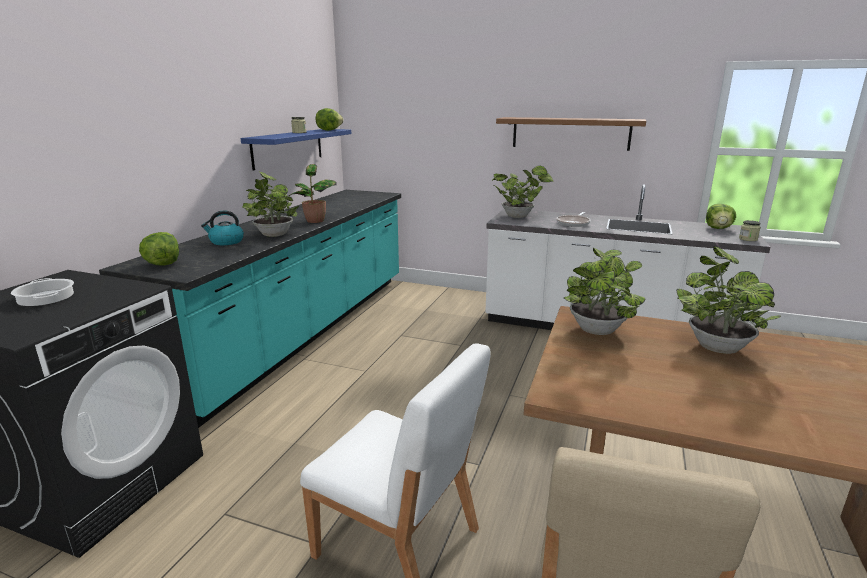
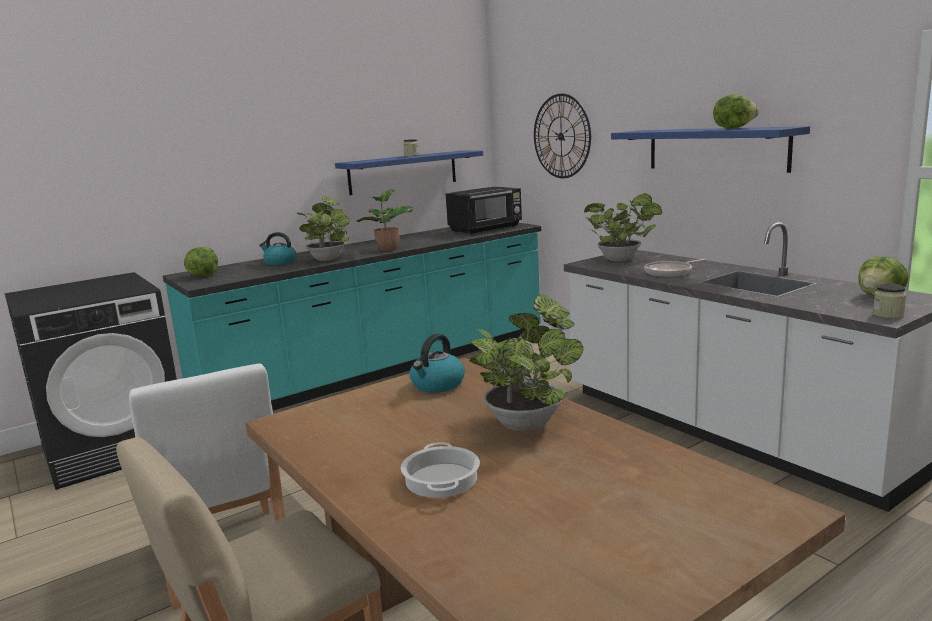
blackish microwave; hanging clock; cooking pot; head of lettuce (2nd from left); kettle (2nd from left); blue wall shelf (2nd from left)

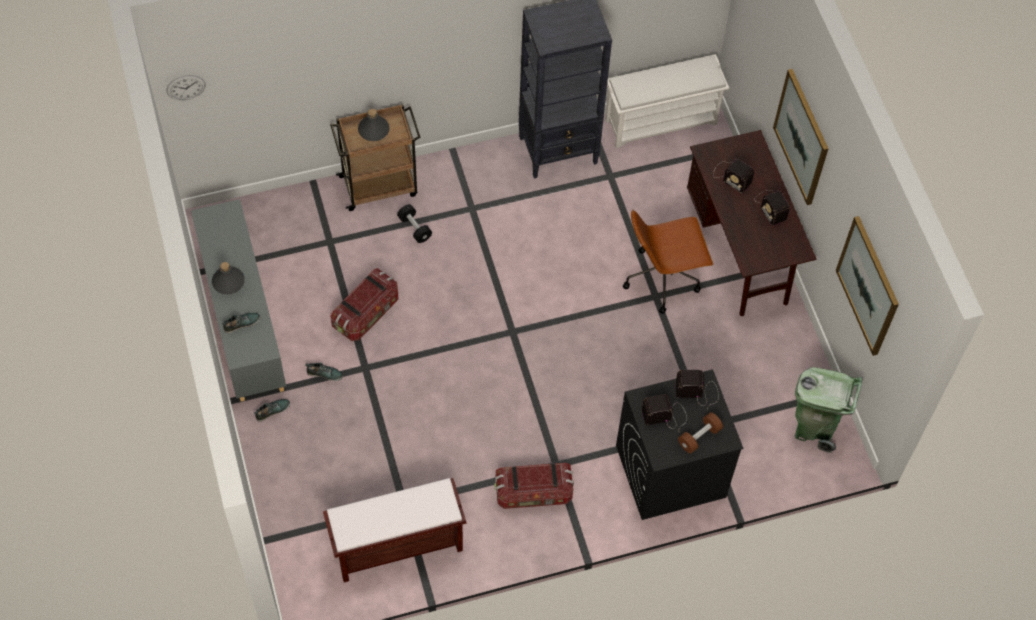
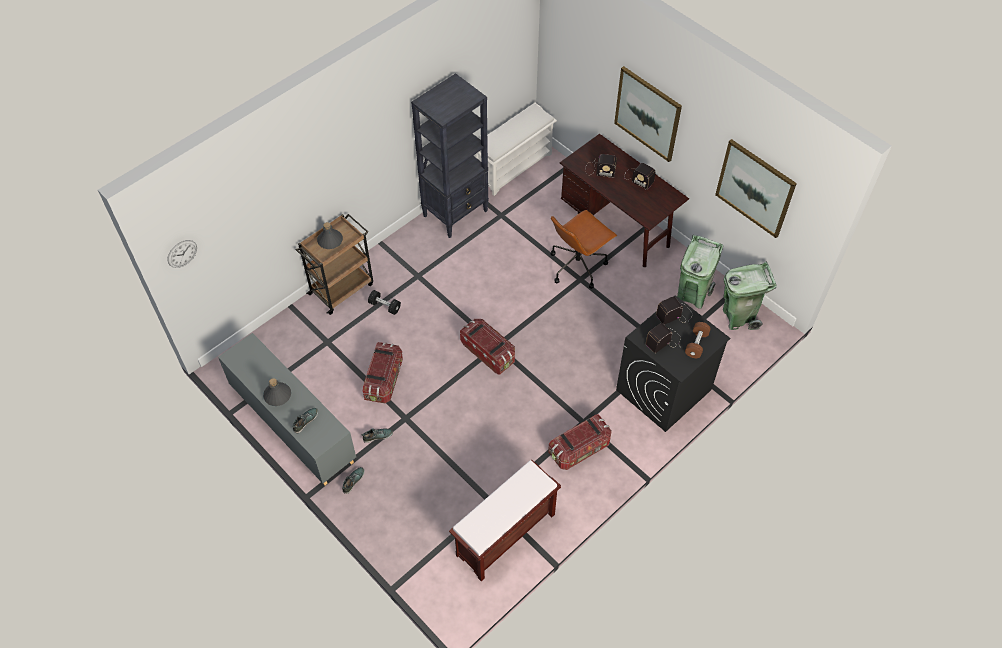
storage container (2nd from left); green rubbish bin (1st from left)

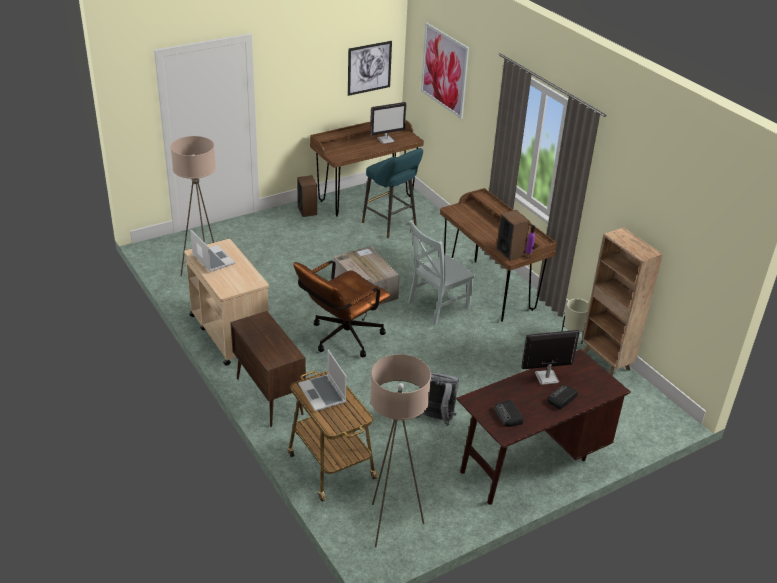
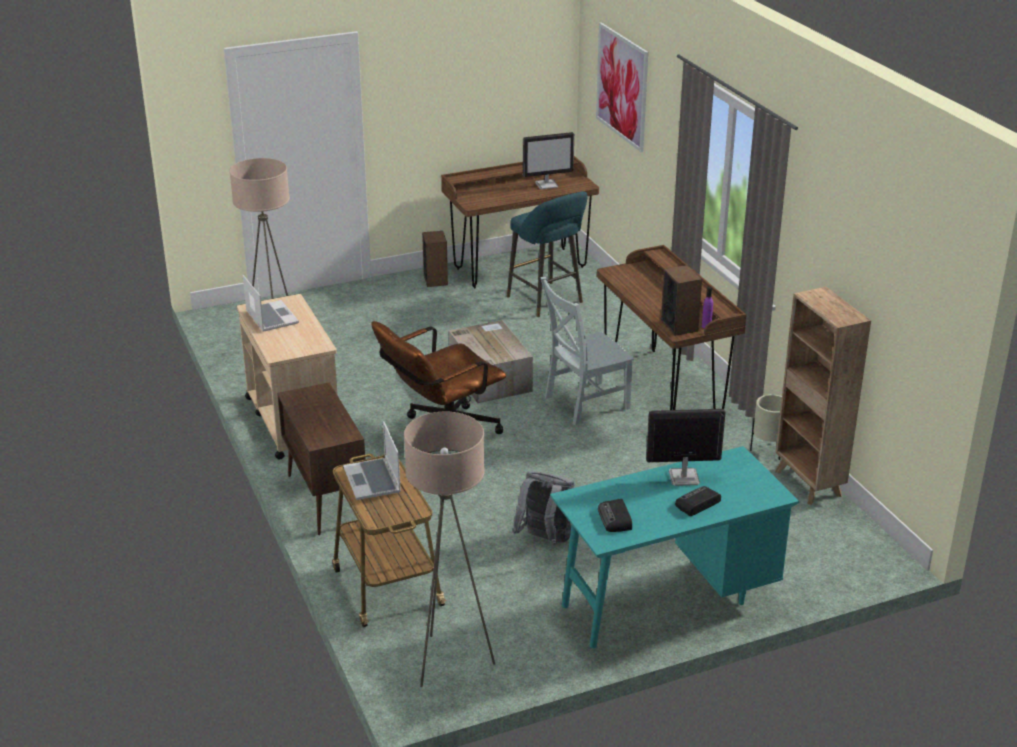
picture (1st from left in the first image); turquoise-coloured desk unit

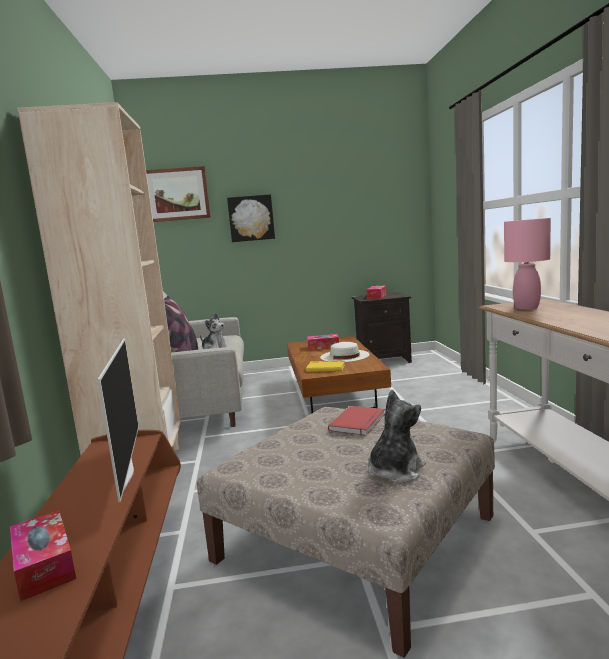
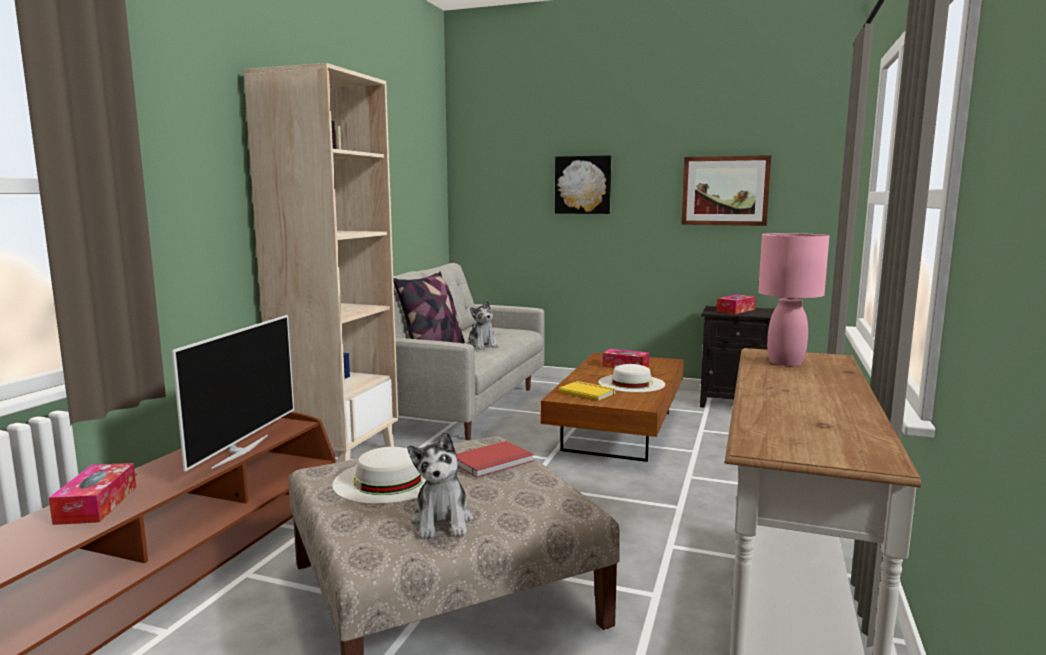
white wearable hat (1st from left); picture (2nd from left); cuddly toy (1st from left)

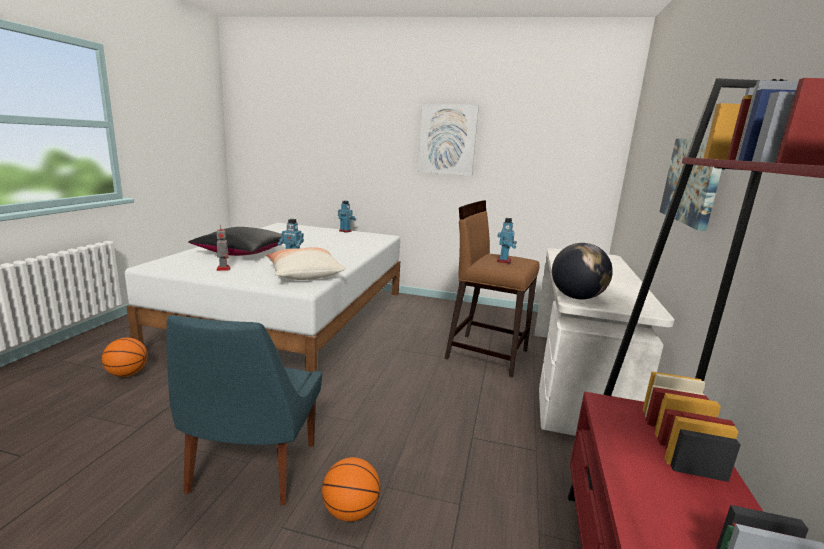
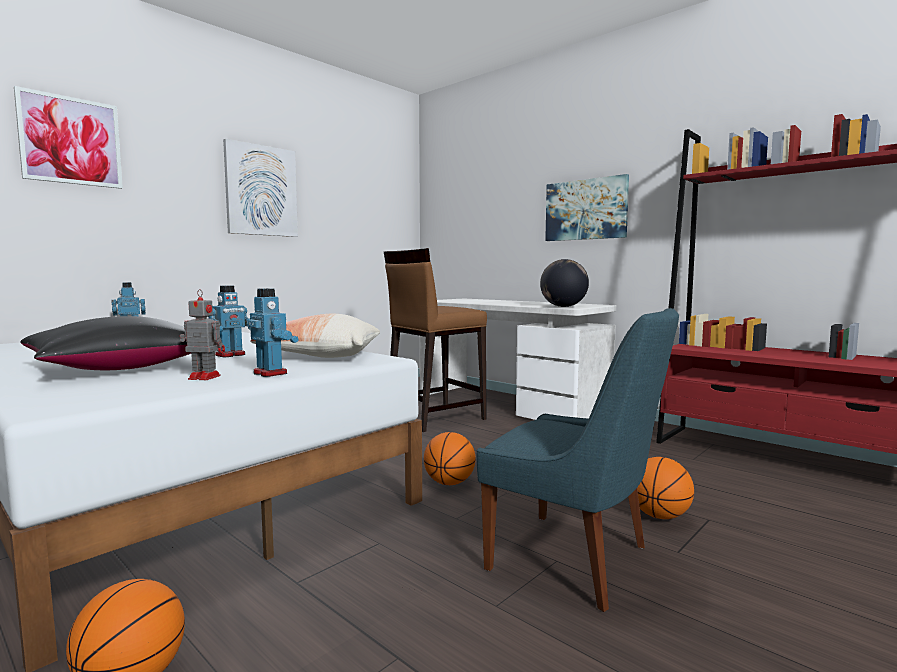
picture (1st from left); ball for basketball (2nd from left); robot figure (4th from left)

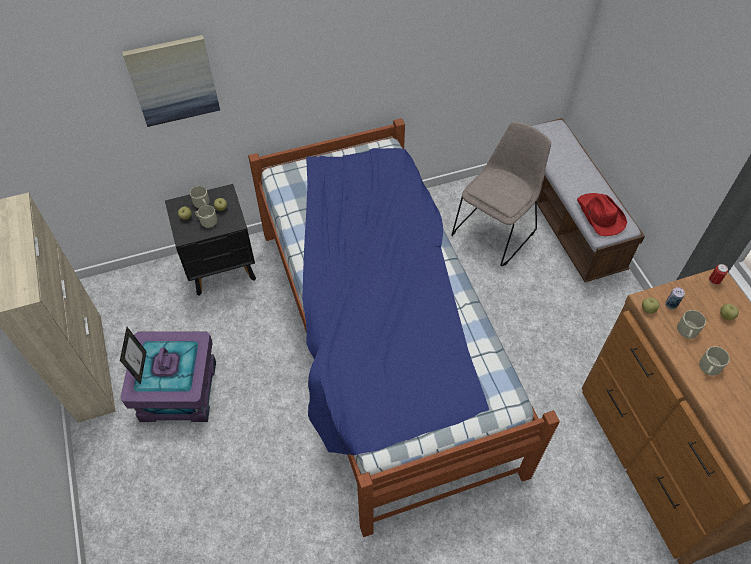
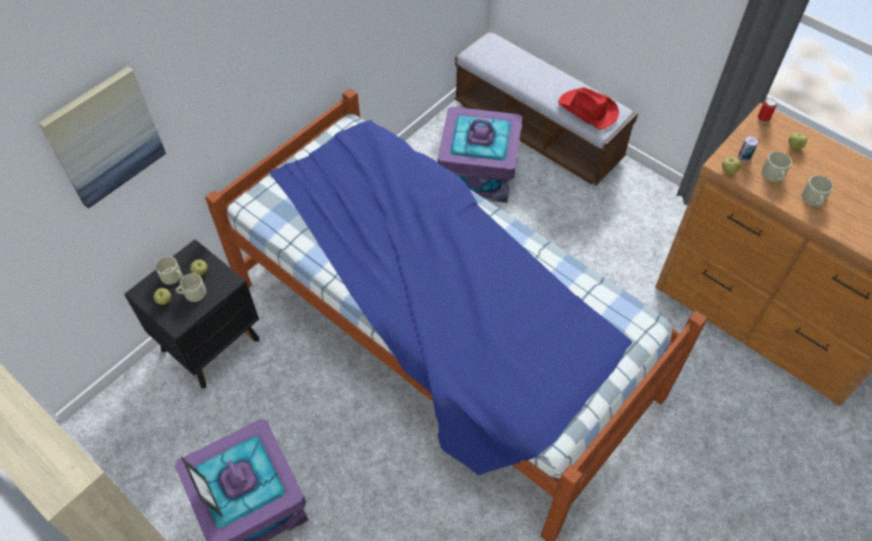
purple storage container (2nd from left)

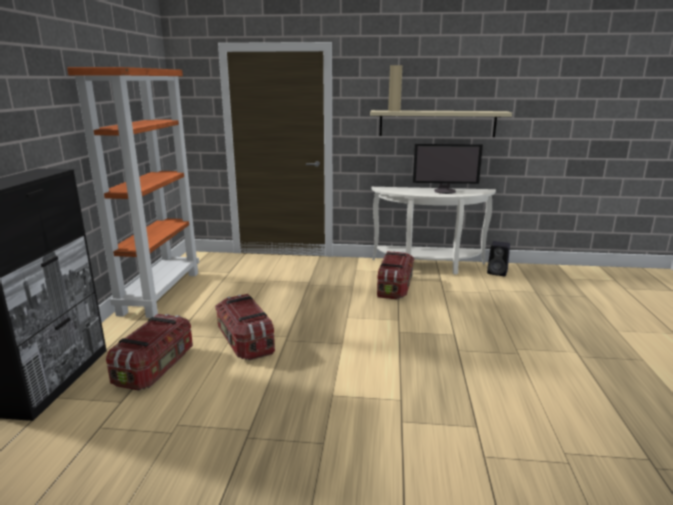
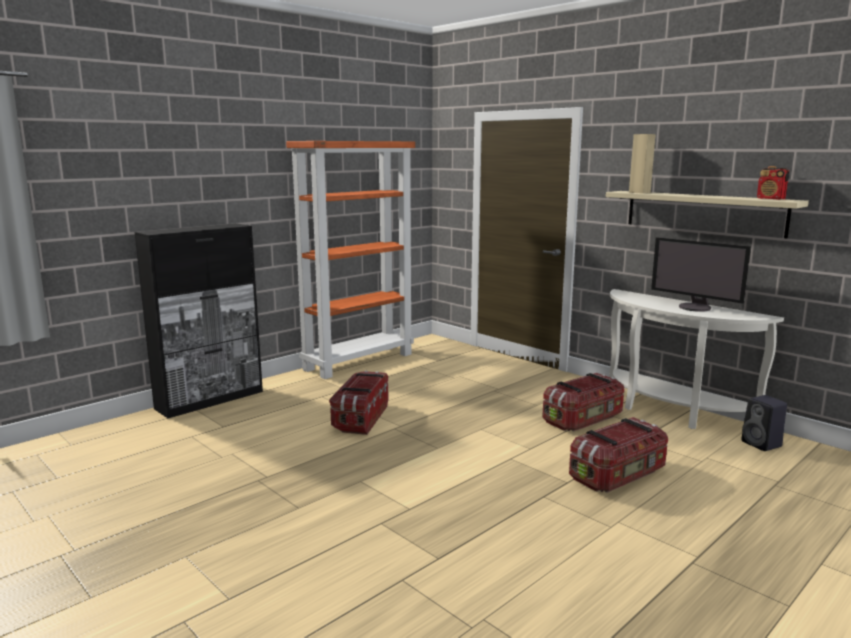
radio set; storage container (3rd from left)

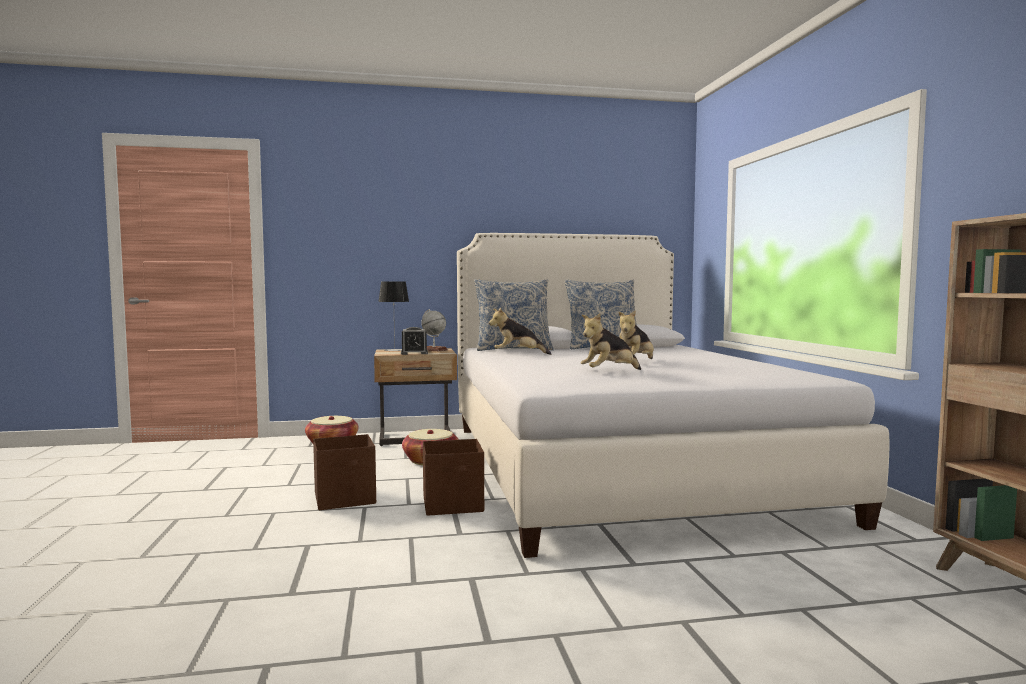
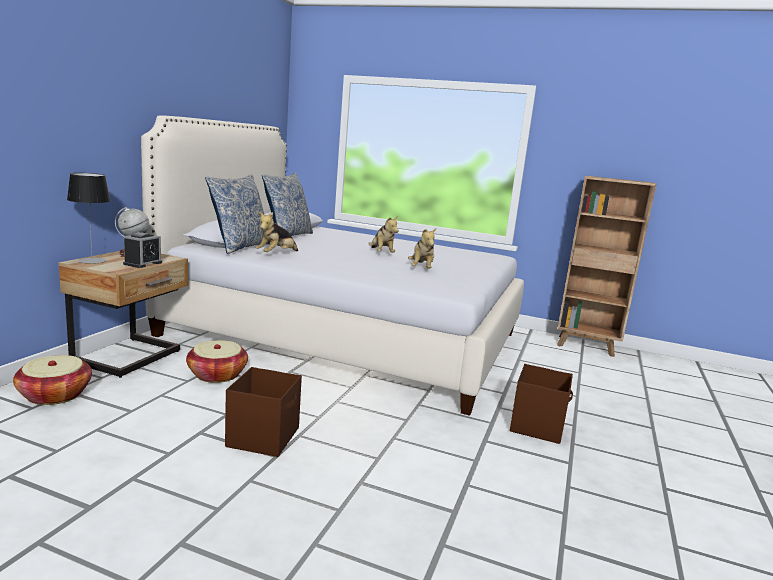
brownish storage container (2nd from left)

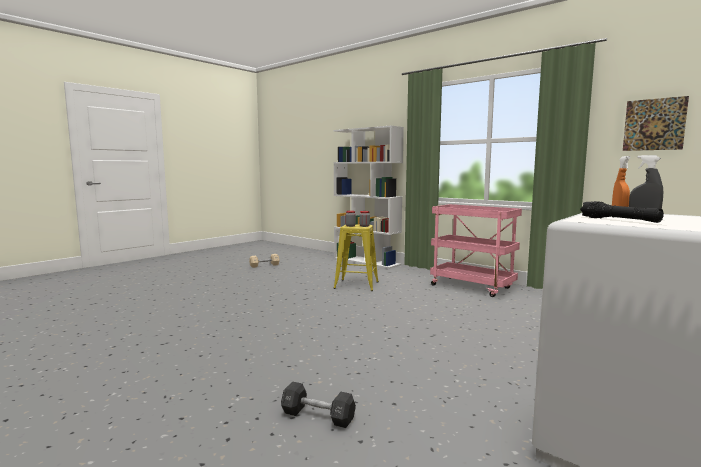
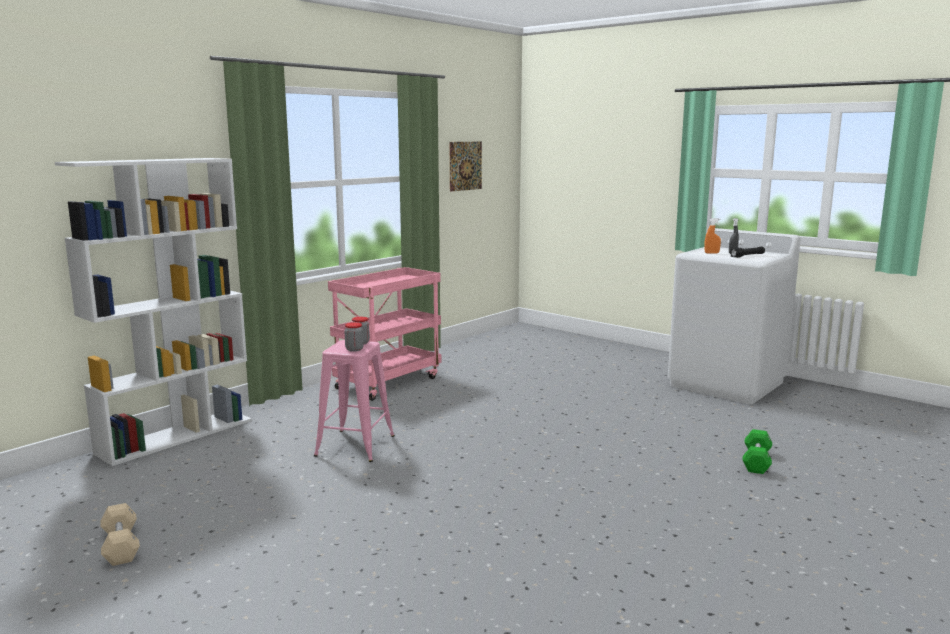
green hand weight; pink sitting stool

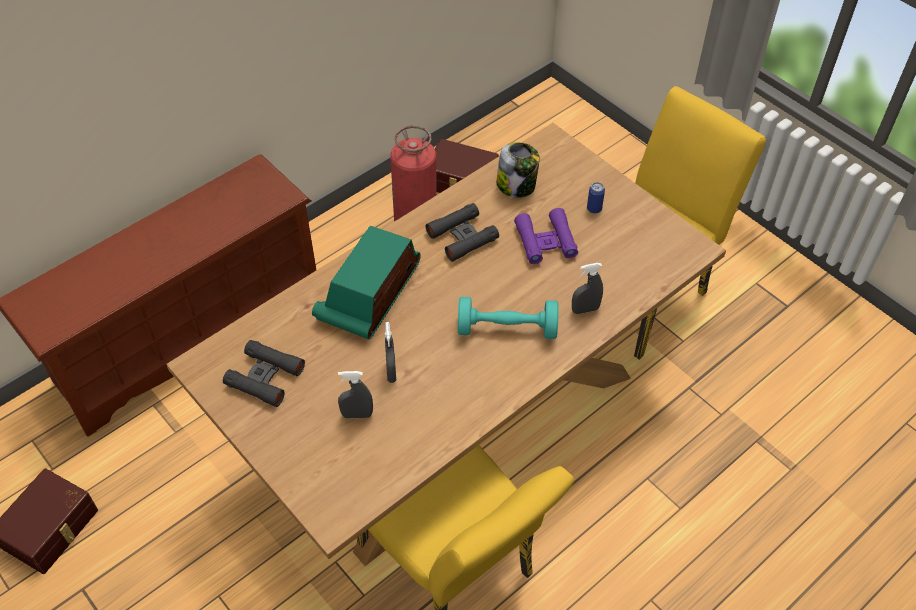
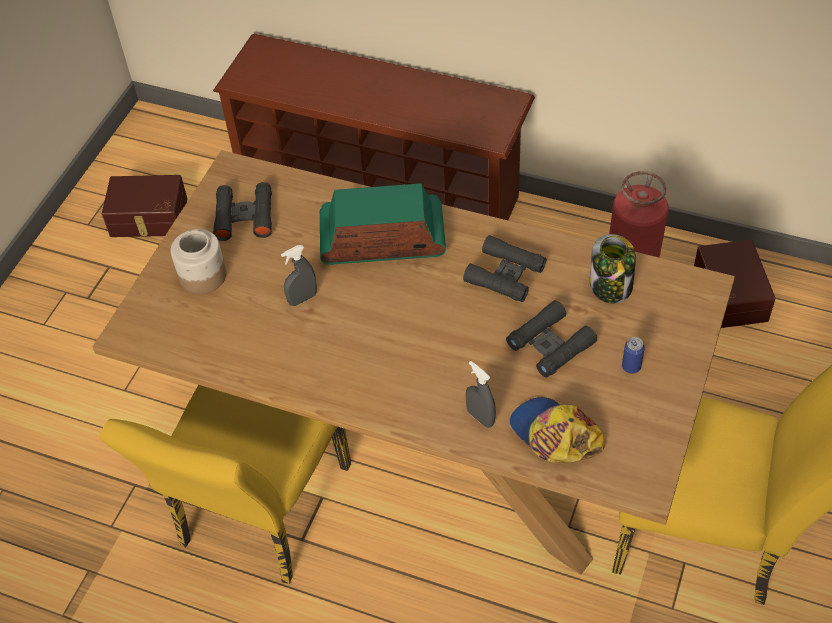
gray sprayer (1st from left in the first image); turquoise-coloured hand weight; storage jar (1st from left); baseball cap; blackish pair of binoculars (3rd from left)

